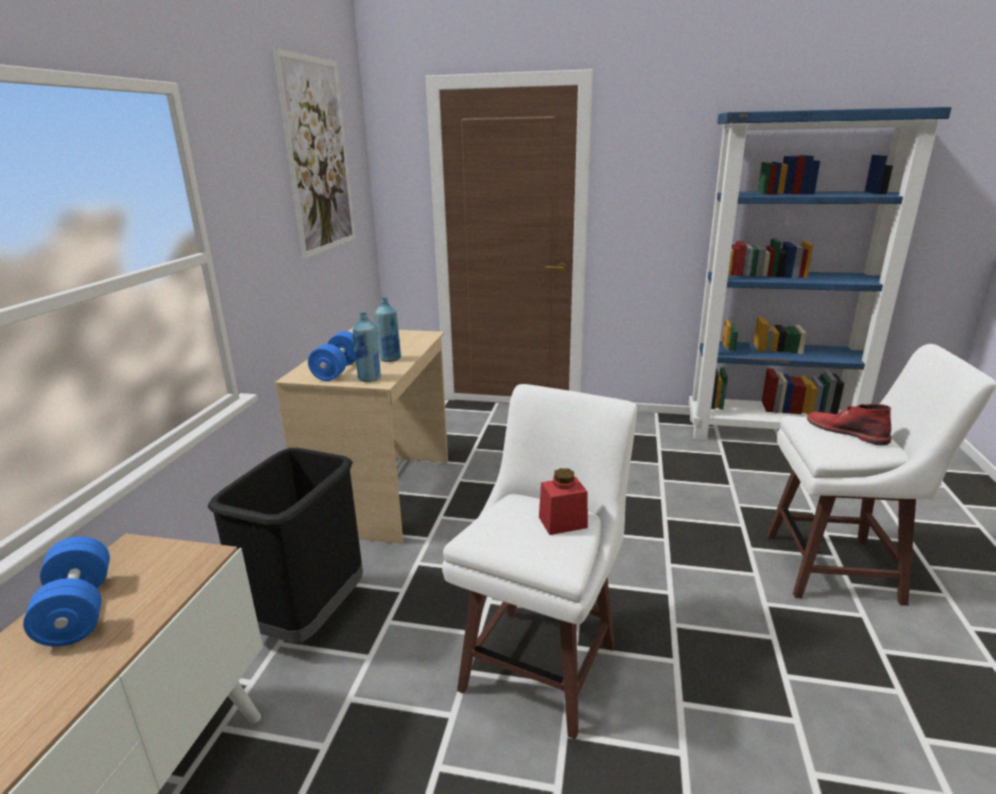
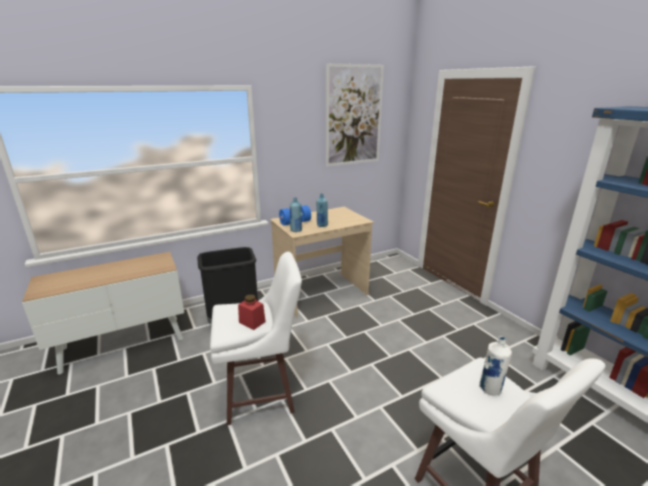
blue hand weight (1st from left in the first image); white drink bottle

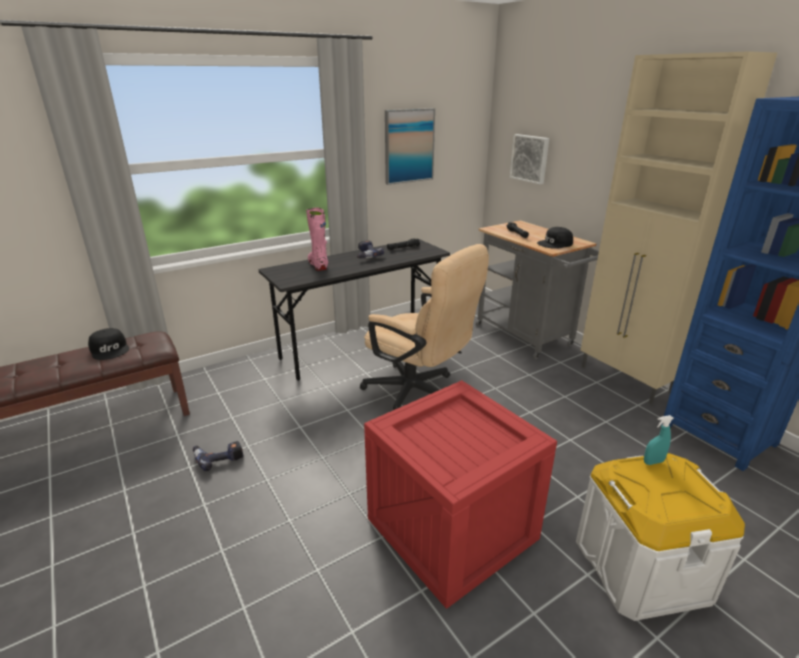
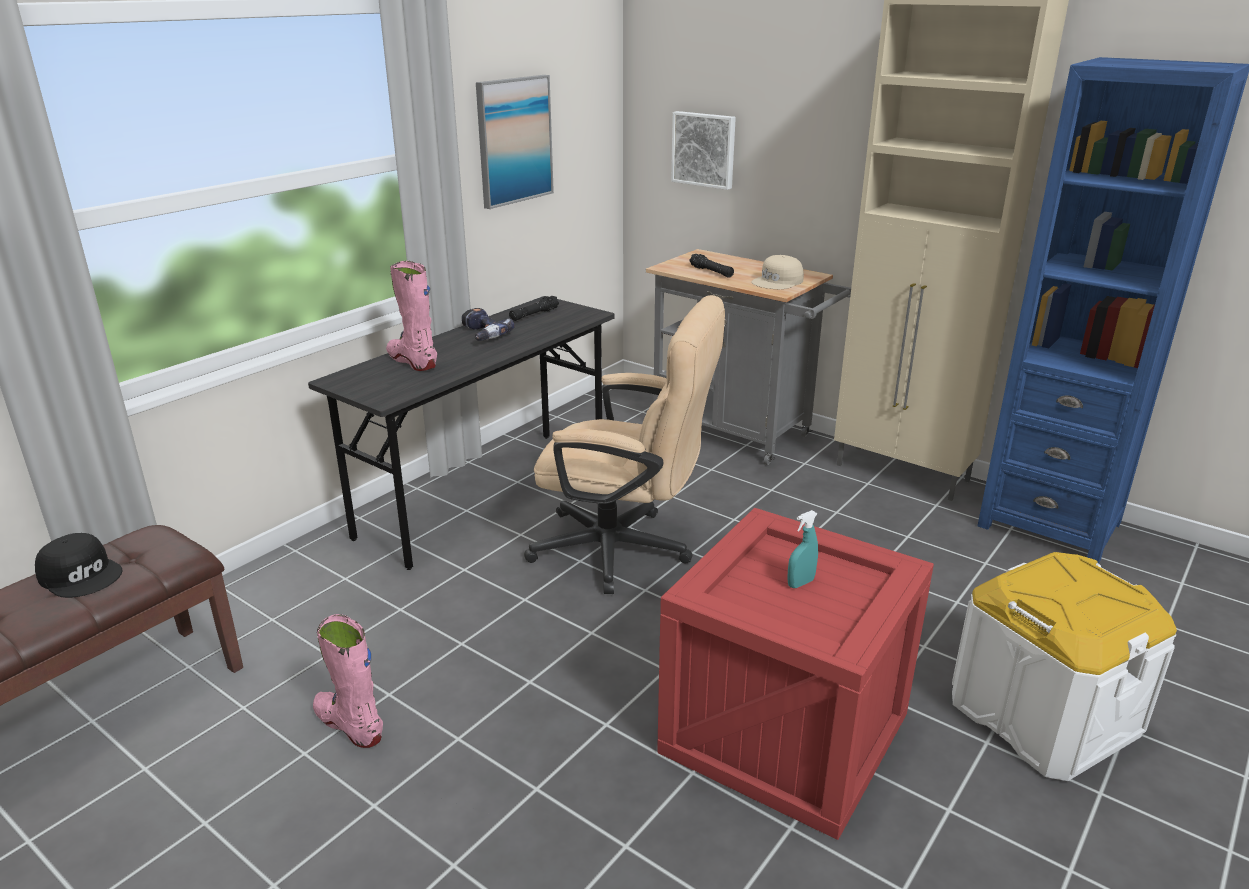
turquoise-coloured sprayer; pink high-top boot (1st from left); beige-coloured baseball cap

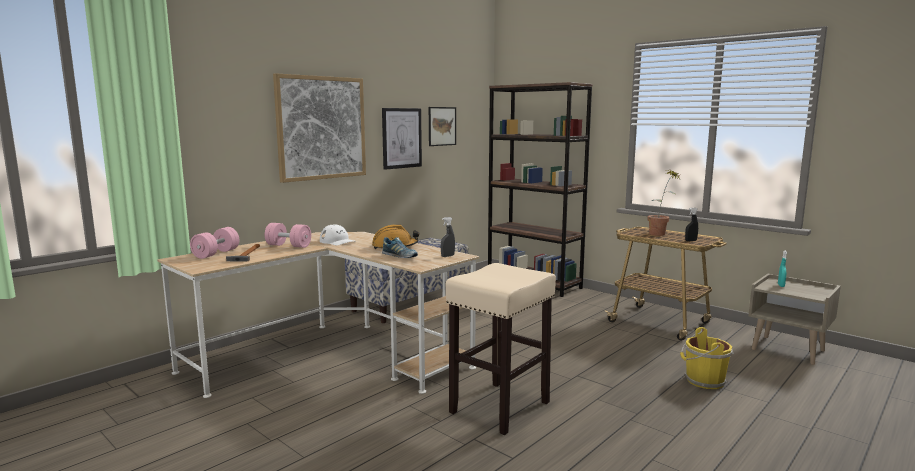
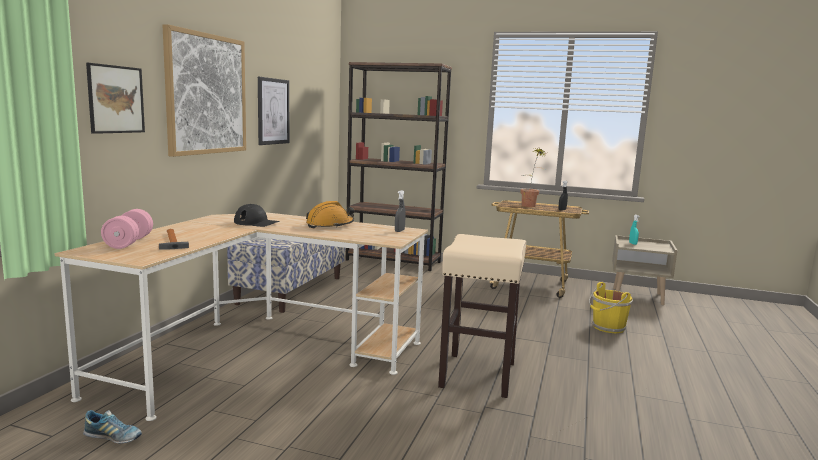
pink hand weight (2nd from left in the first image); low shoe; picture (1st from left); blackish baseball cap

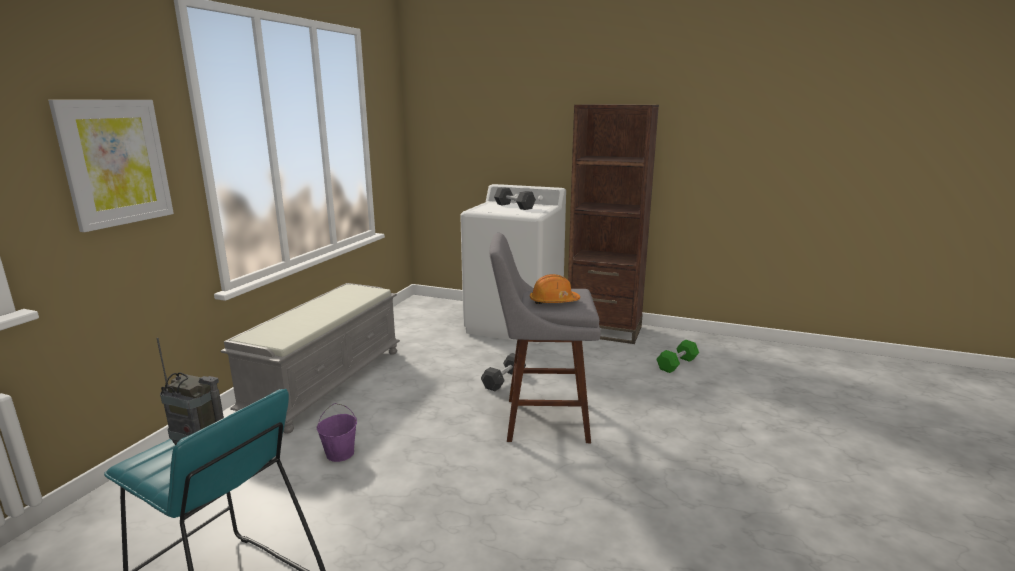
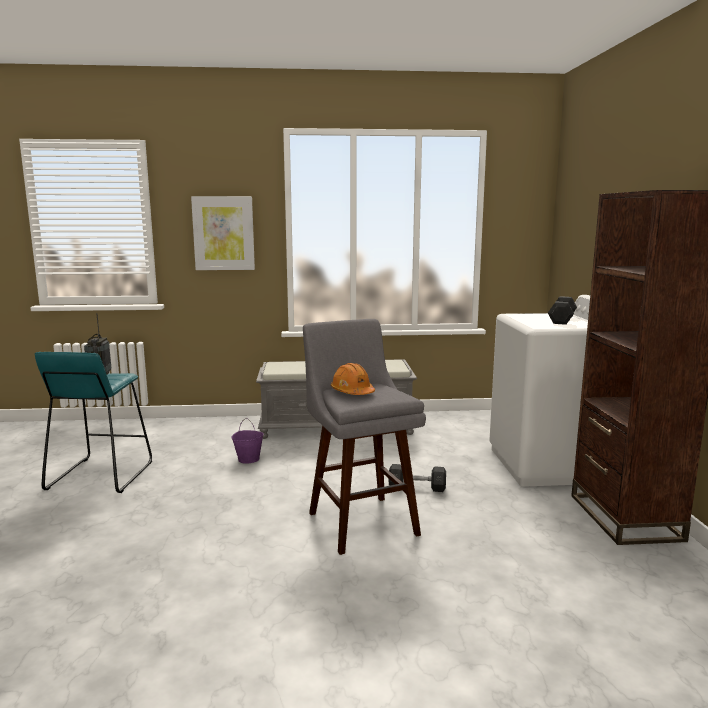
green hand weight

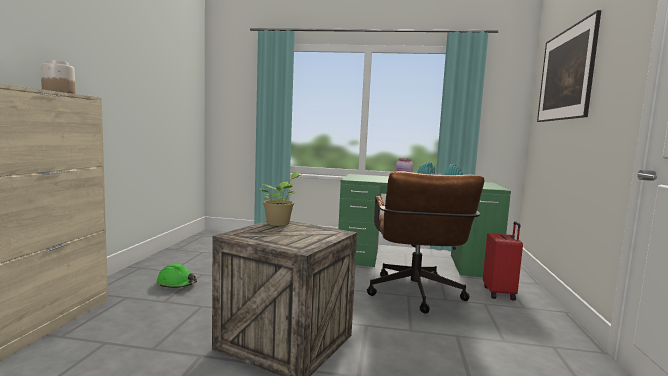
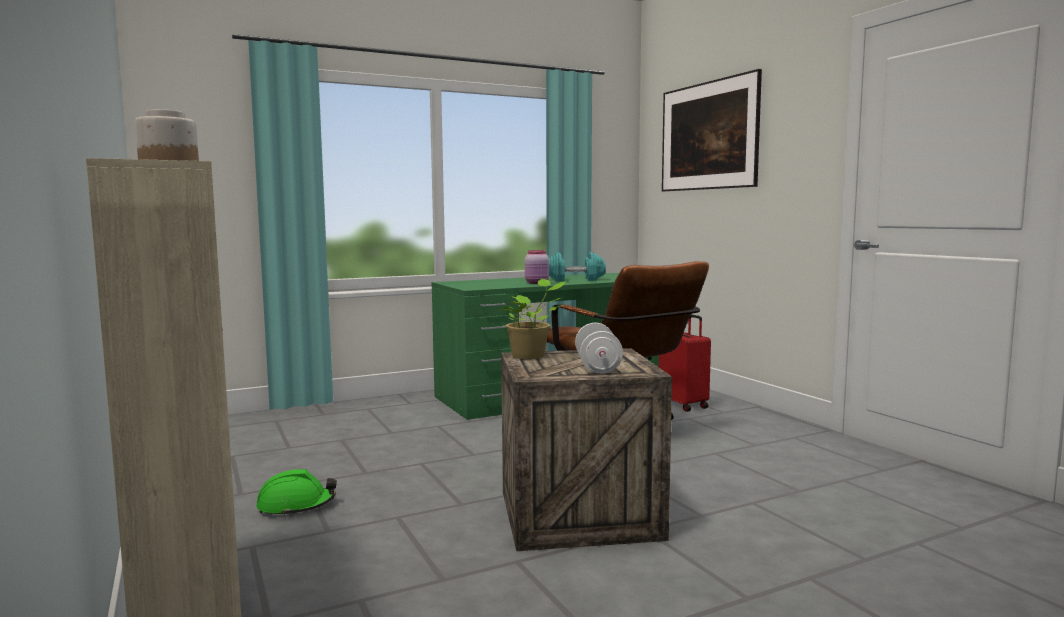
white hand weight

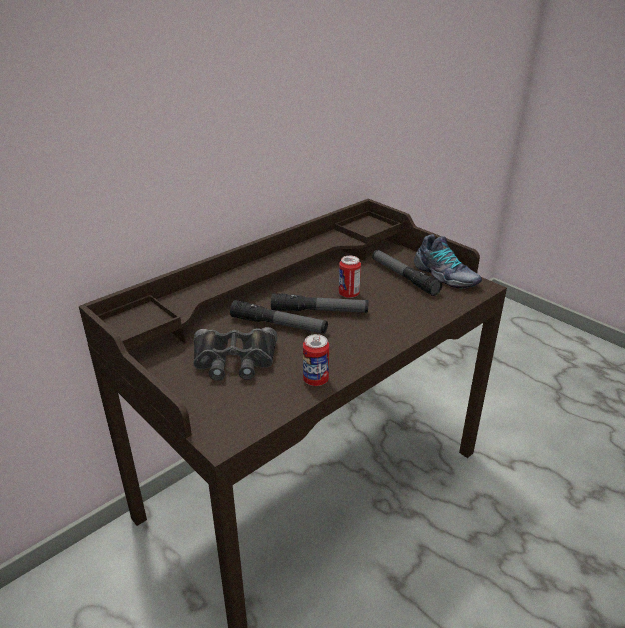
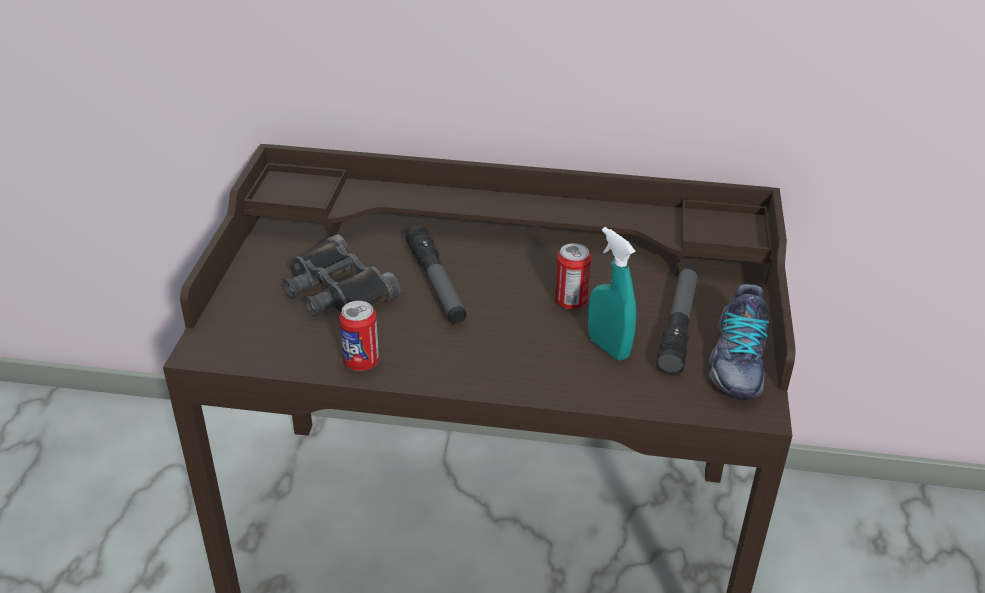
hand torch (2nd from left in the first image); turquoise-coloured sprayer

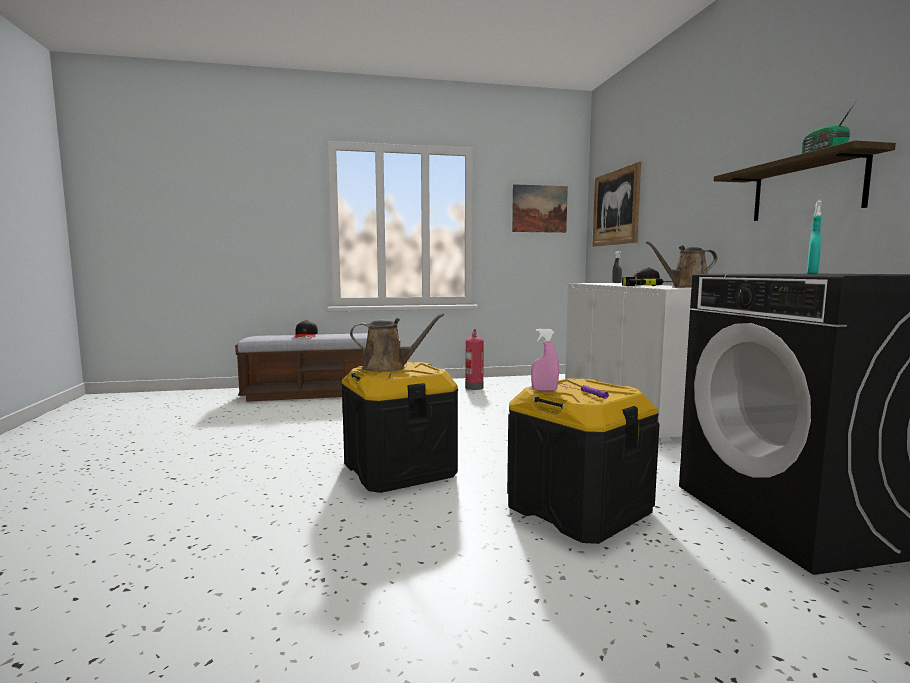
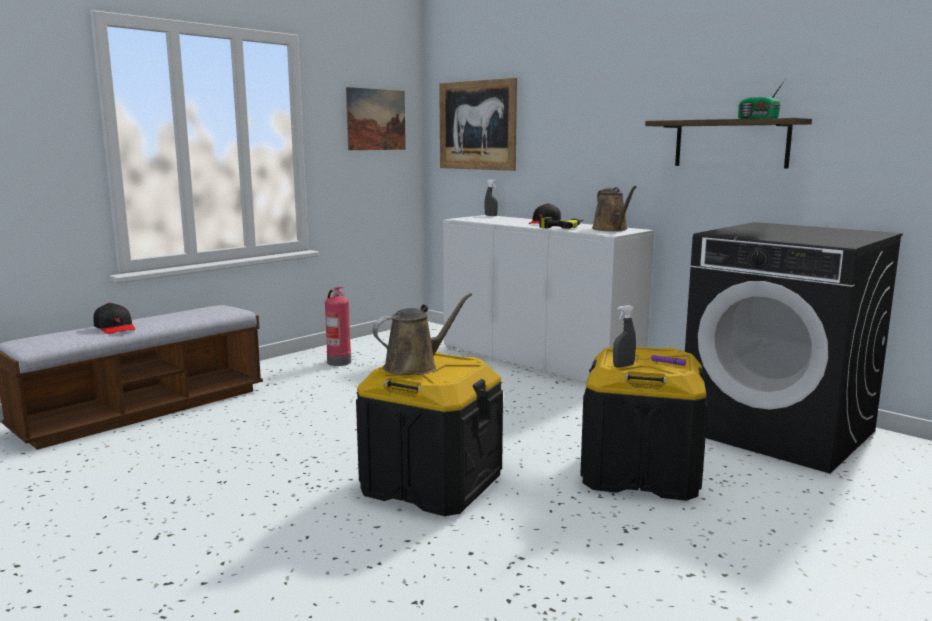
turquoise-coloured sprayer; gray sprayer (2nd from left); brownish watering can (2nd from left)

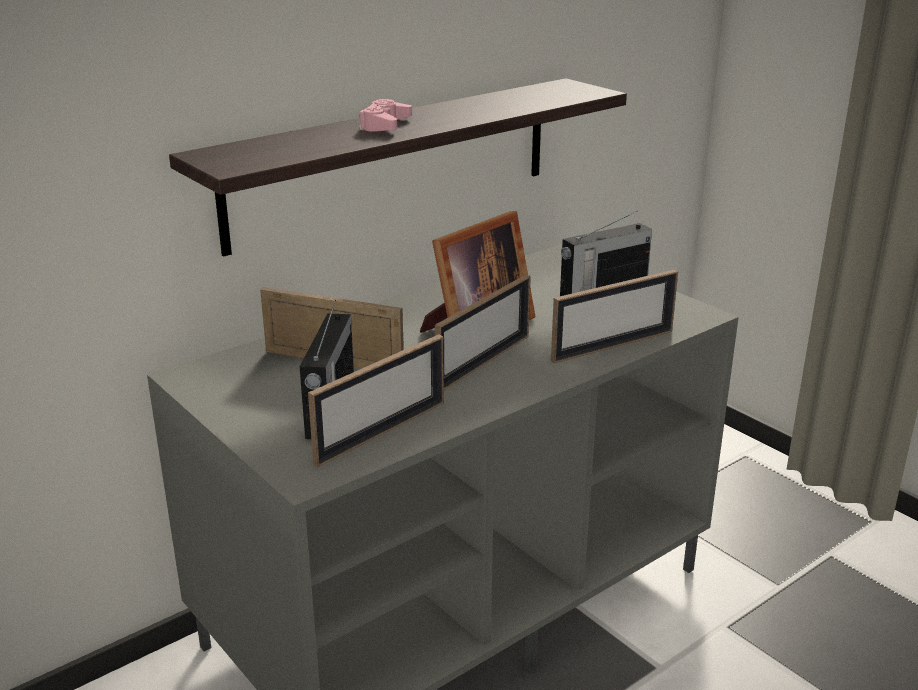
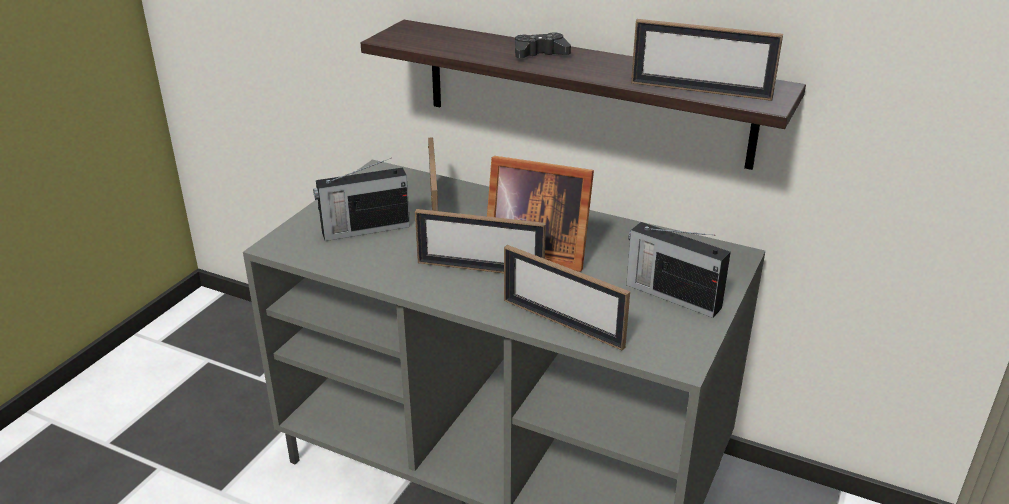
standing frame (5th from left); blackish game controller

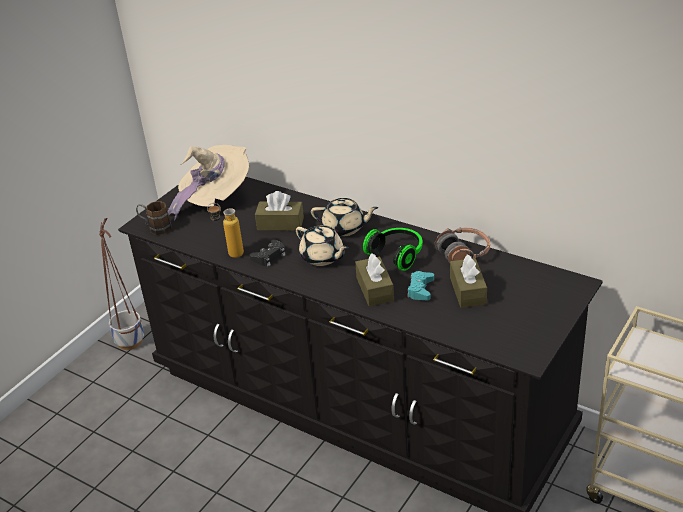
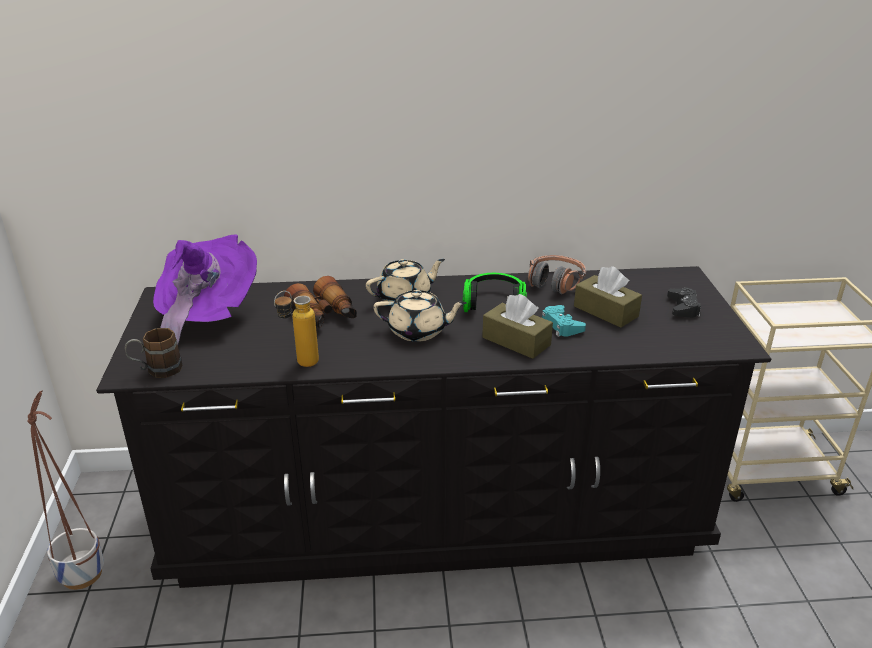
blackish game controller; pair of binoculars; purple wearable hat

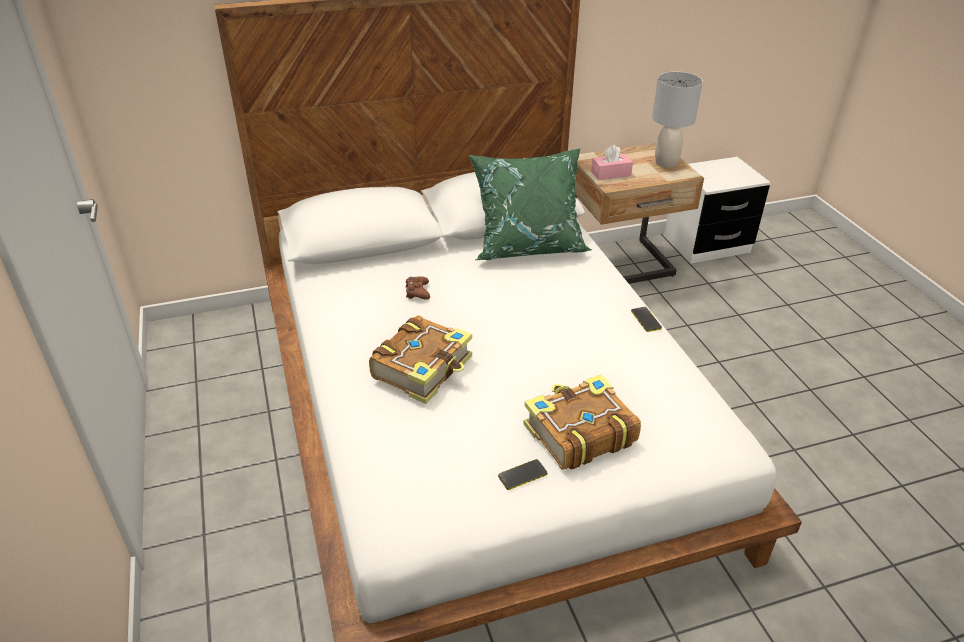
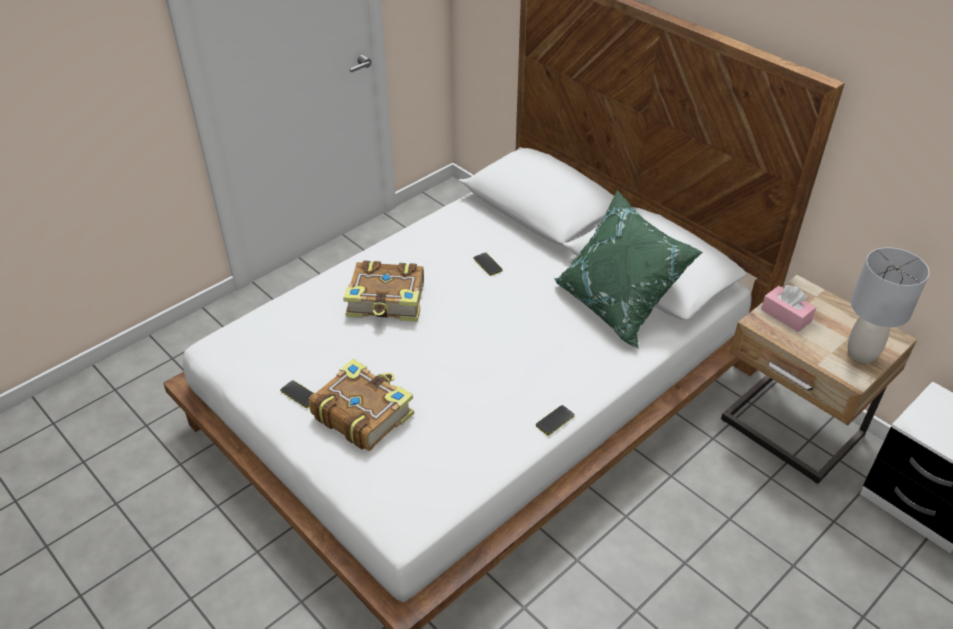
handset (2nd from left)

